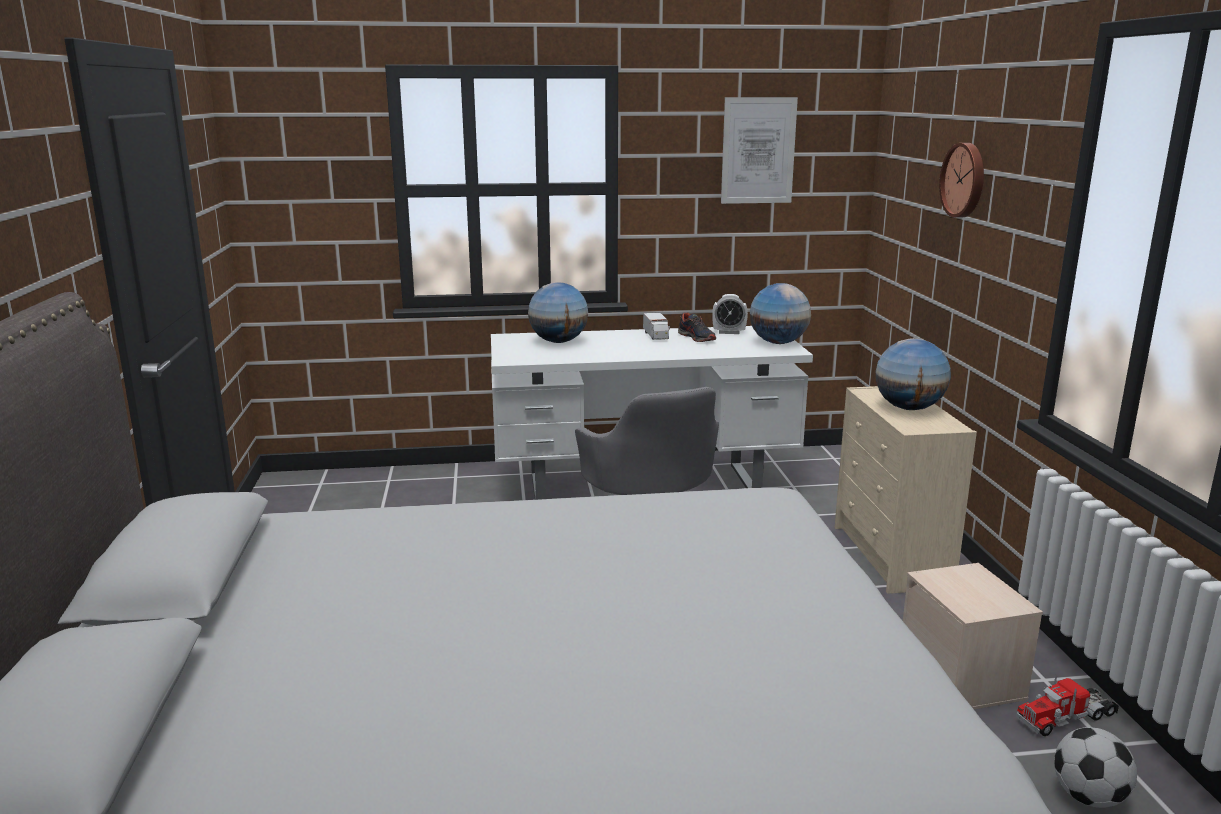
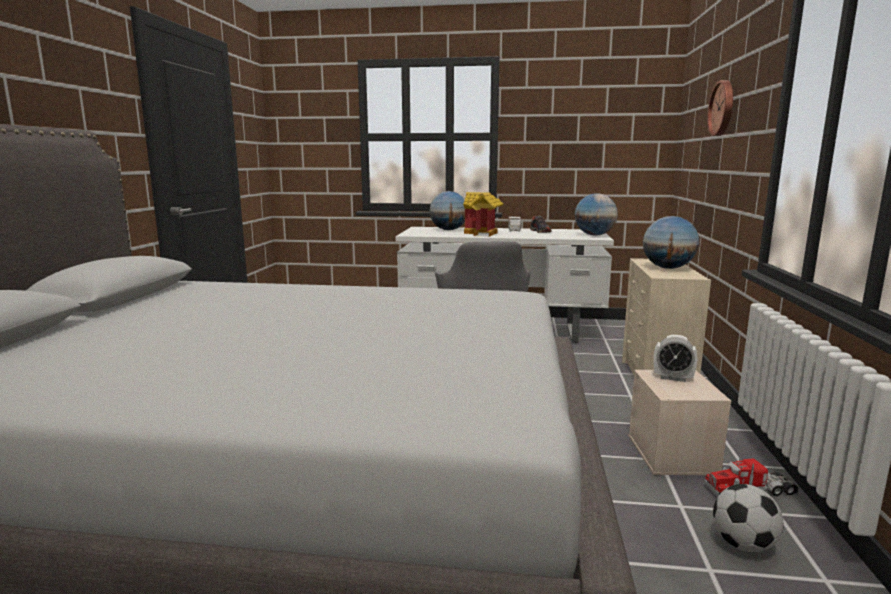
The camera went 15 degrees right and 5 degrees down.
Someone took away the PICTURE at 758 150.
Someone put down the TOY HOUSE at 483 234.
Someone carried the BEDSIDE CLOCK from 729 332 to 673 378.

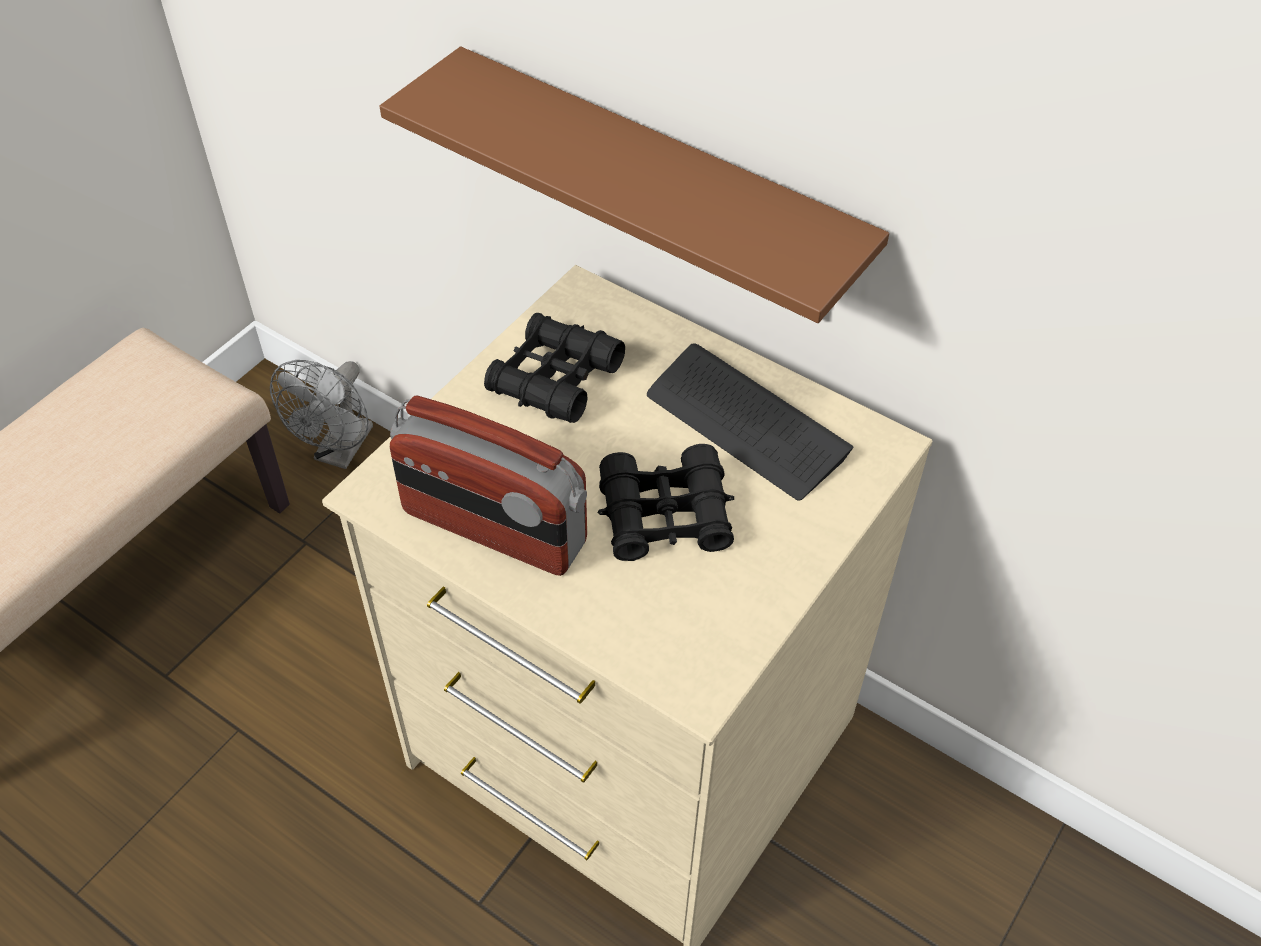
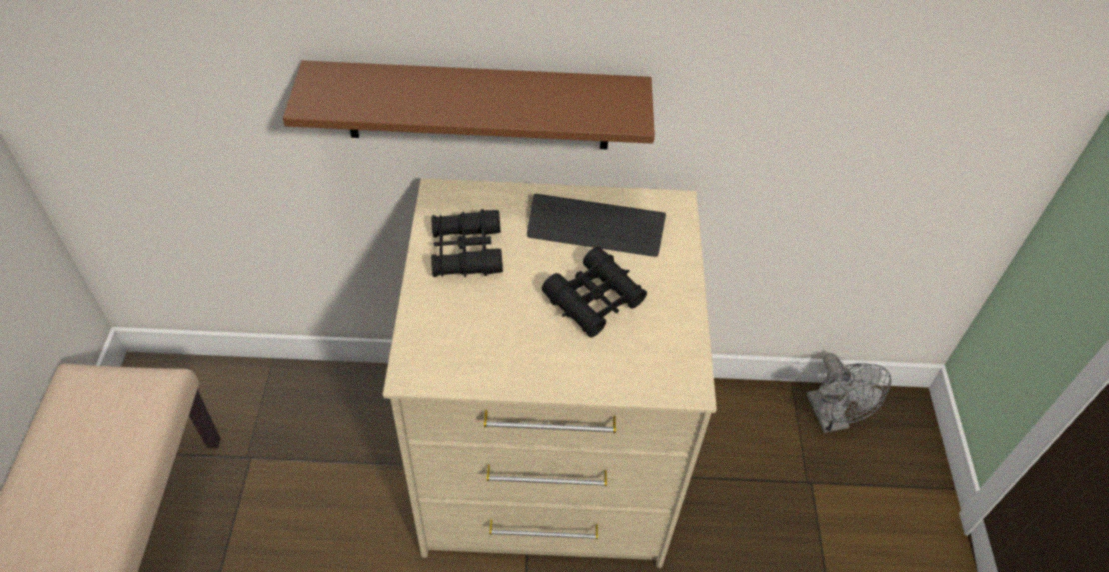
The camera went 35 degrees left and 0 degrees up.
Someone took away the RADIO SET at 493 528.
Someone carried the GREYISH COOLING FAN from 340 452 to 831 419.

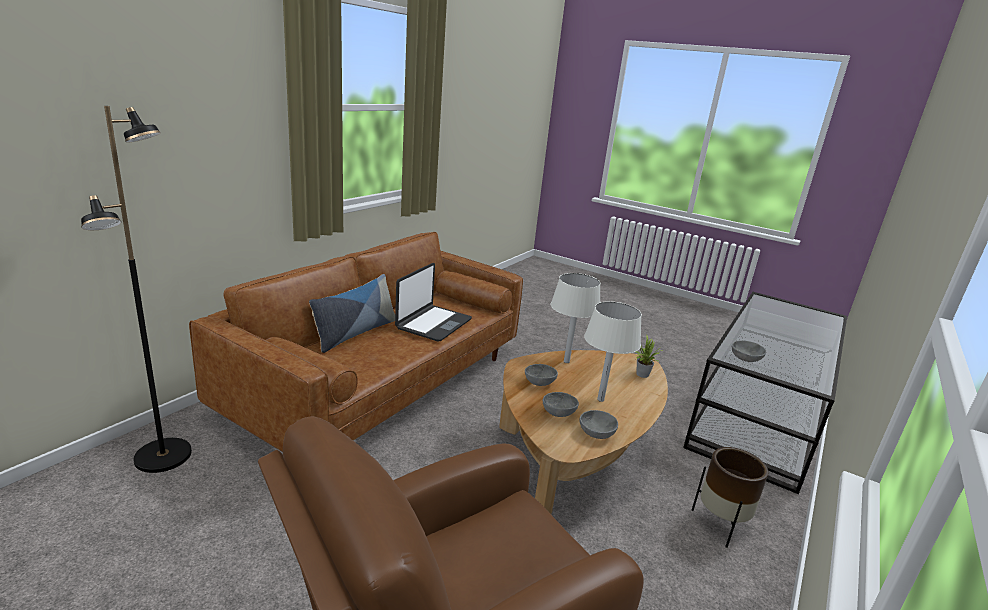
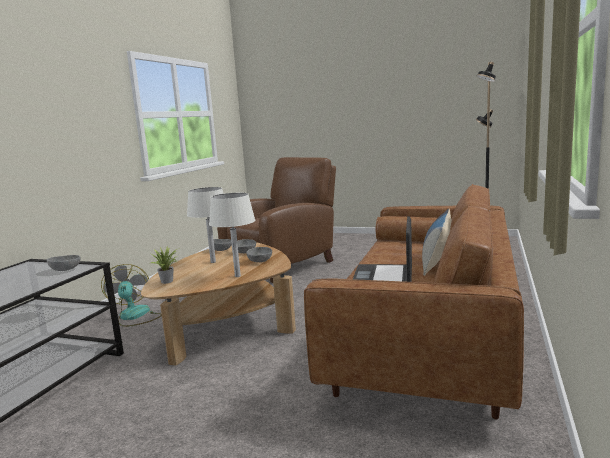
The camera went 170 degrees right and 10 degrees down.
Someone swapped the BROWN-COLOURED PLANT POT at 720 525 for the COOLING FAN at 134 316.

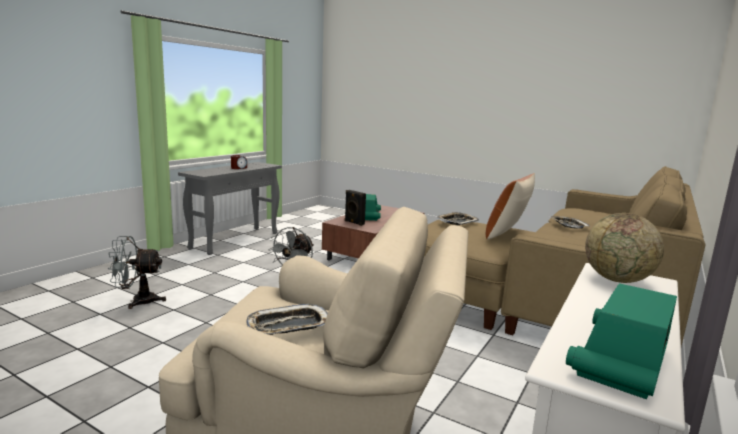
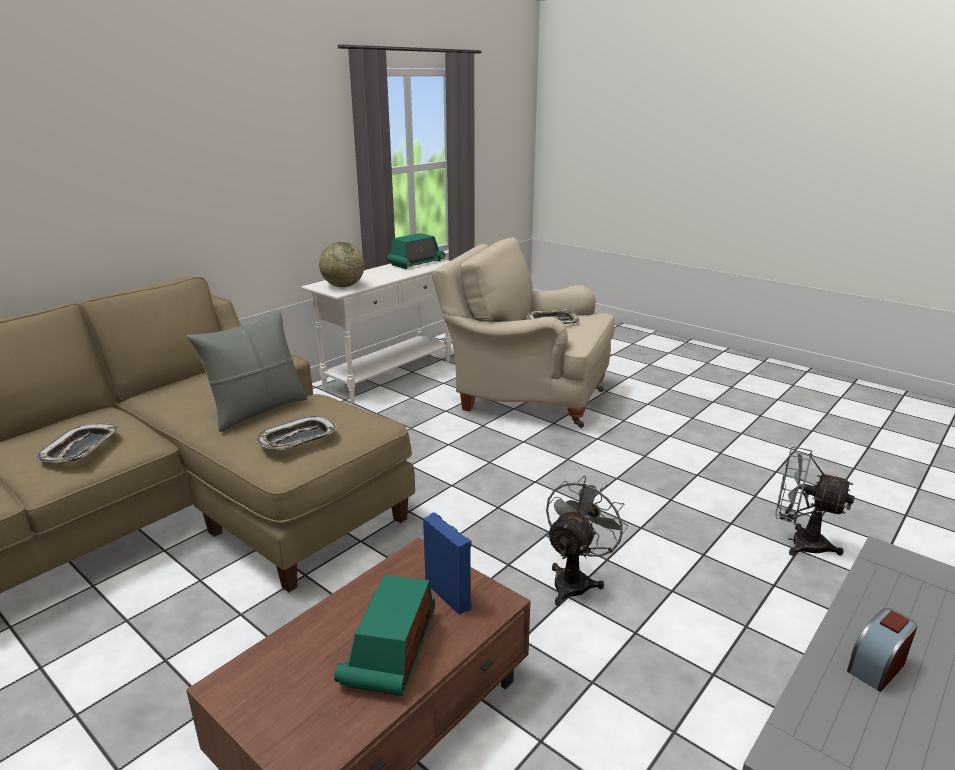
The camera went 170 degrees left and 10 degrees up.
Someone repainted the BLACKISH SPEAKER at 354 223, which became the BLUISH SPEAKER at 449 595.
Someone repainted the BROWN-COLOURED CUSHION at 507 234, which became the GREYISH CUSHION at 257 410.
Someone rotated the GREYISH COOLING FAN at 137 301 by 150 degrees counterclockwise.

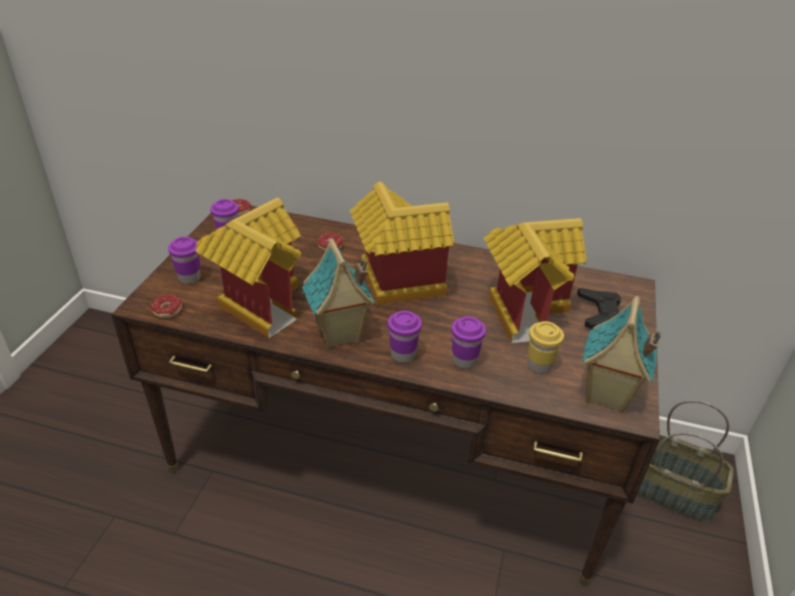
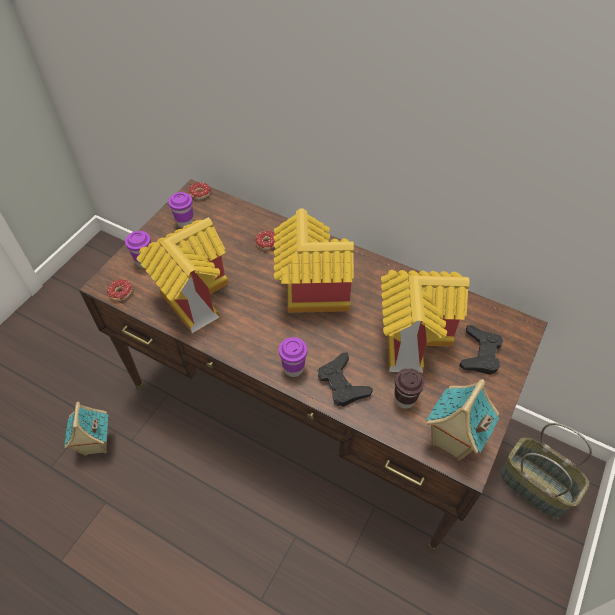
The camera went 15 degrees right and 15 degrees up.
Someone carried the TOY HOUSE from 338 335 to 96 445.
Someone swapped the PURPLE-COLOURED SMALL CUP at 464 361 for the BLACKISH GAME CONTROLLER at 342 383.
Someone repainted the YELLOW-COLOURED SMALL CUP at 539 366, which became the BROWN-COLOURED SMALL CUP at 404 399.

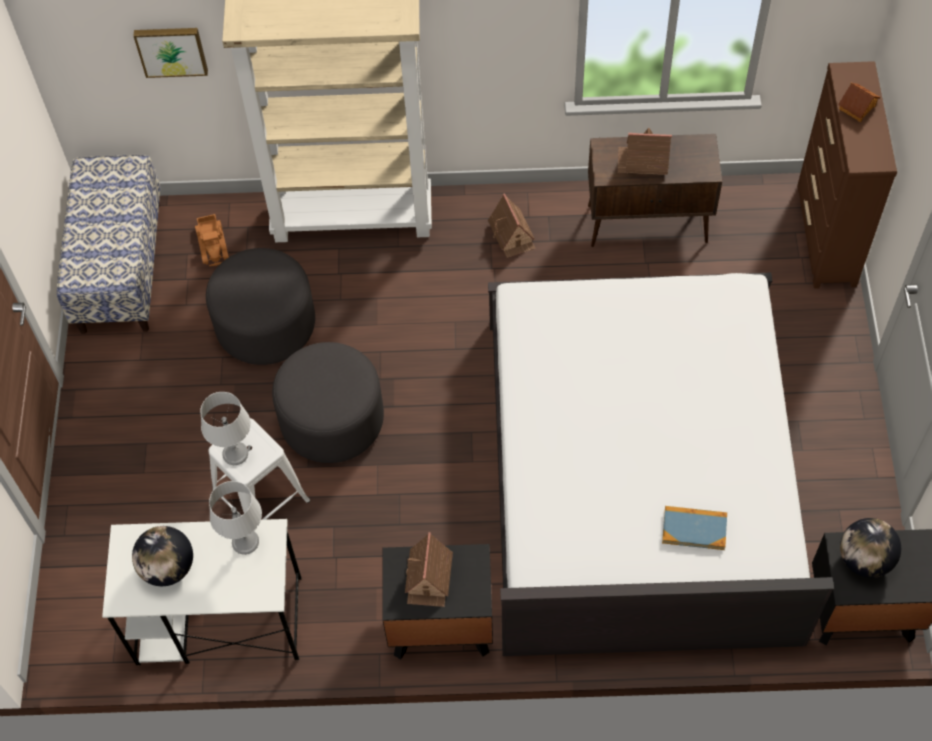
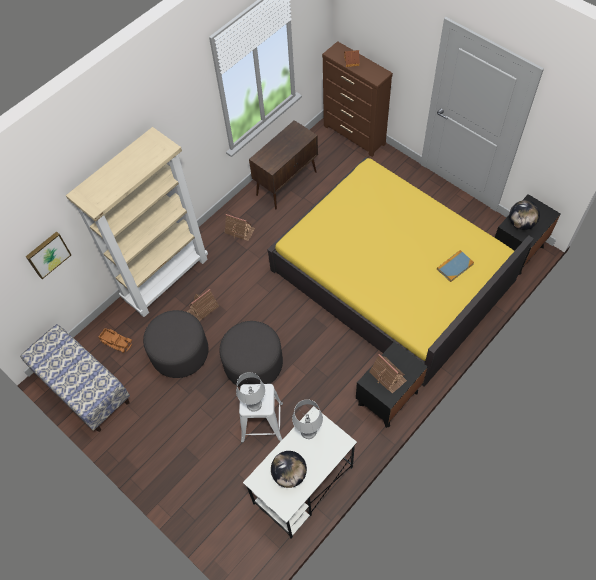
The camera went 45 degrees left and 0 degrees up.
Someone carried the TOY HOUSE from 643 161 to 203 308.
Someone repainted the WHITE BEDROOM BED at 638 475, which became the YELLOW-COLOURED BEDROOM BED at 392 276.

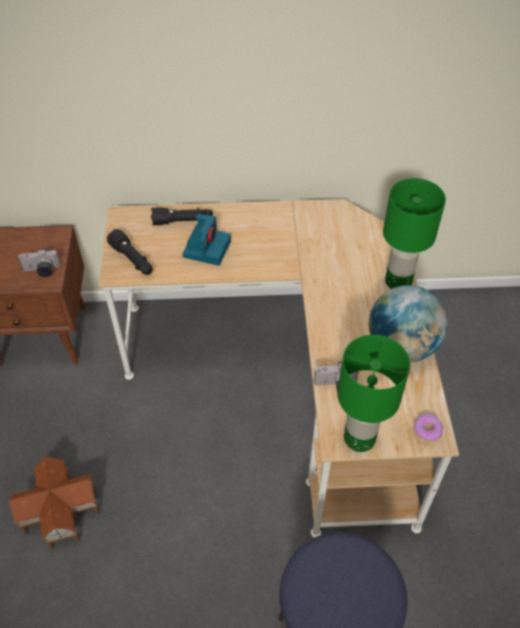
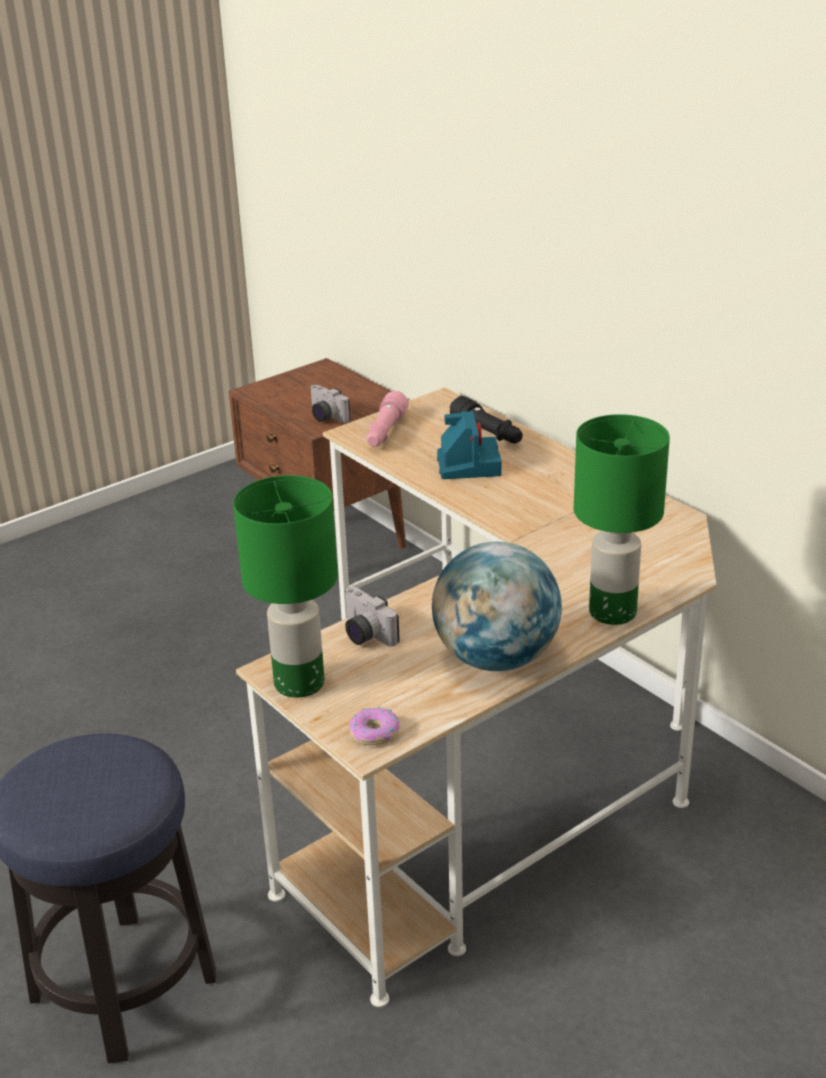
The camera went 55 degrees right and 20 degrees down.
Someone took away the TOY HOUSE at 59 510.
Someone repainted the BLACKISH HAND TORCH at 132 260, which became the PINK-COLOURED HAND TORCH at 385 432.
Someone rotated the PHOTO CAMERA at 207 248 by 75 degrees counterclockwise.

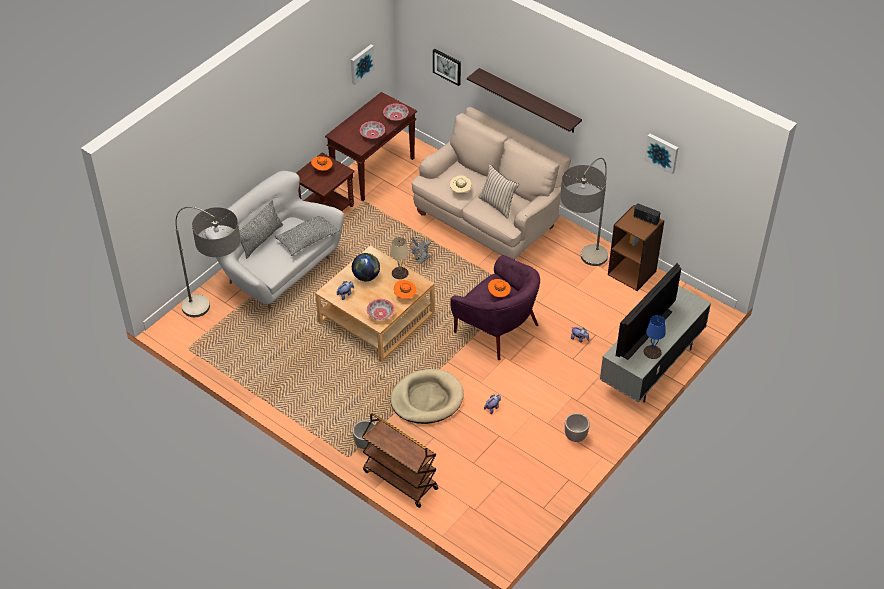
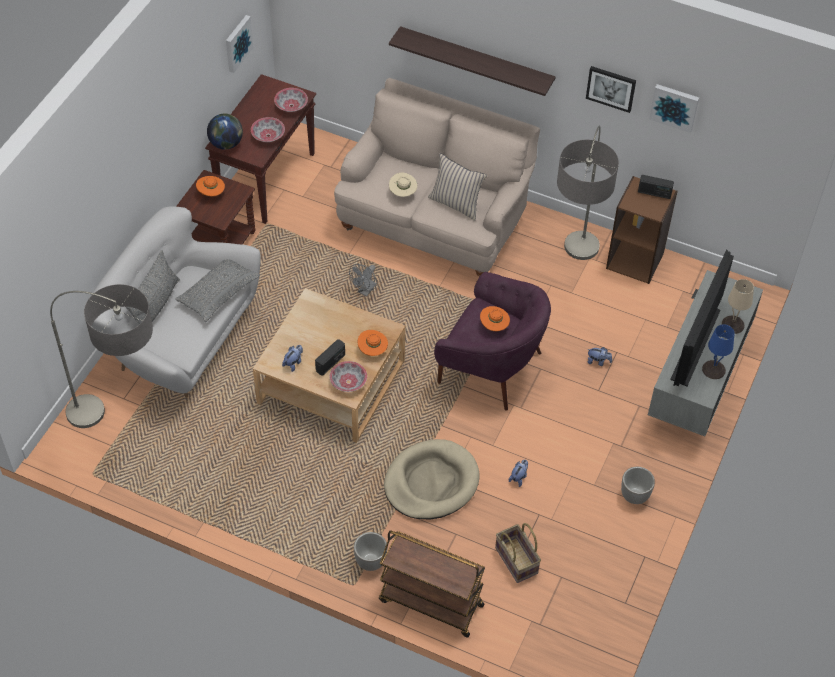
The camera went 15 degrees left and 5 degrees up.
Someone put down the RADIO SET at 330 363.
Someone put down the HOUSEHOLD BASKET at 517 560.
Someone carried the DESK GLOBE from 366 276 to 226 144.
Someone carried the SAND-COLOURED LAMP FOR A TABLE from 400 273 to 733 325.
Someone carried the PICTURE from 447 66 to 611 88.

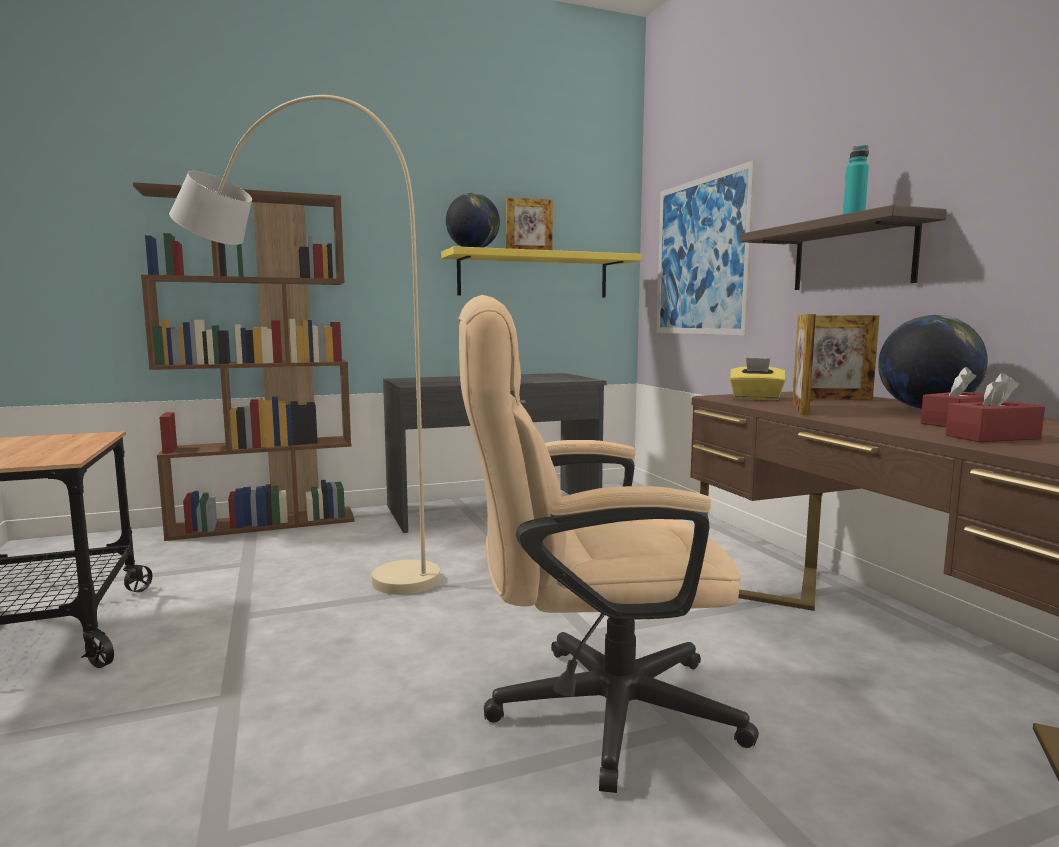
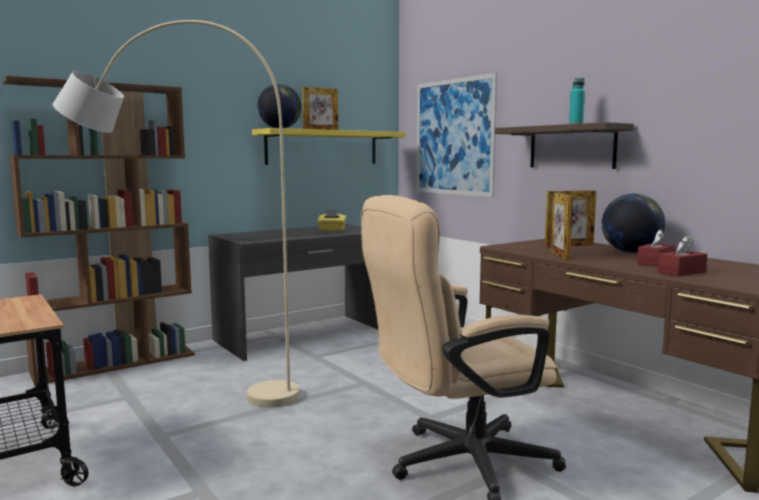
The camera went 15 degrees left and 0 degrees up.
Someone carried the YELLOW-COLOURED TISSUE BOX from 756 398 to 332 230.

